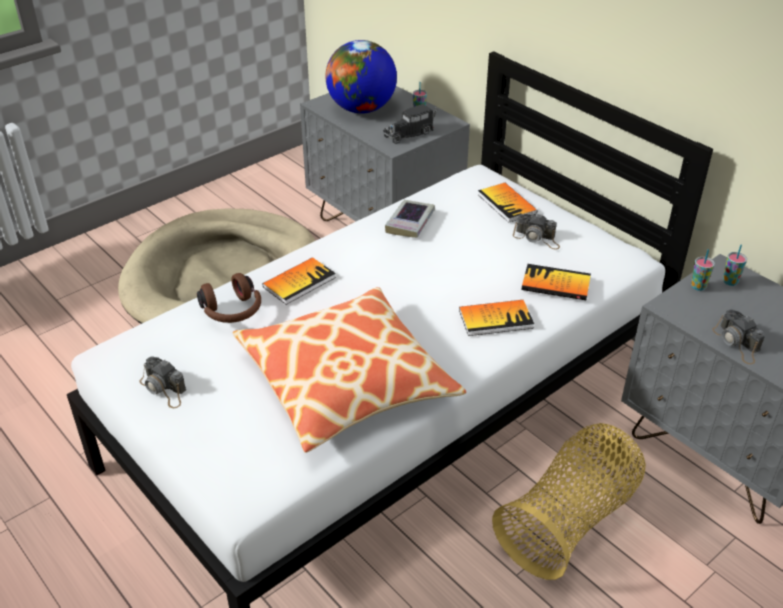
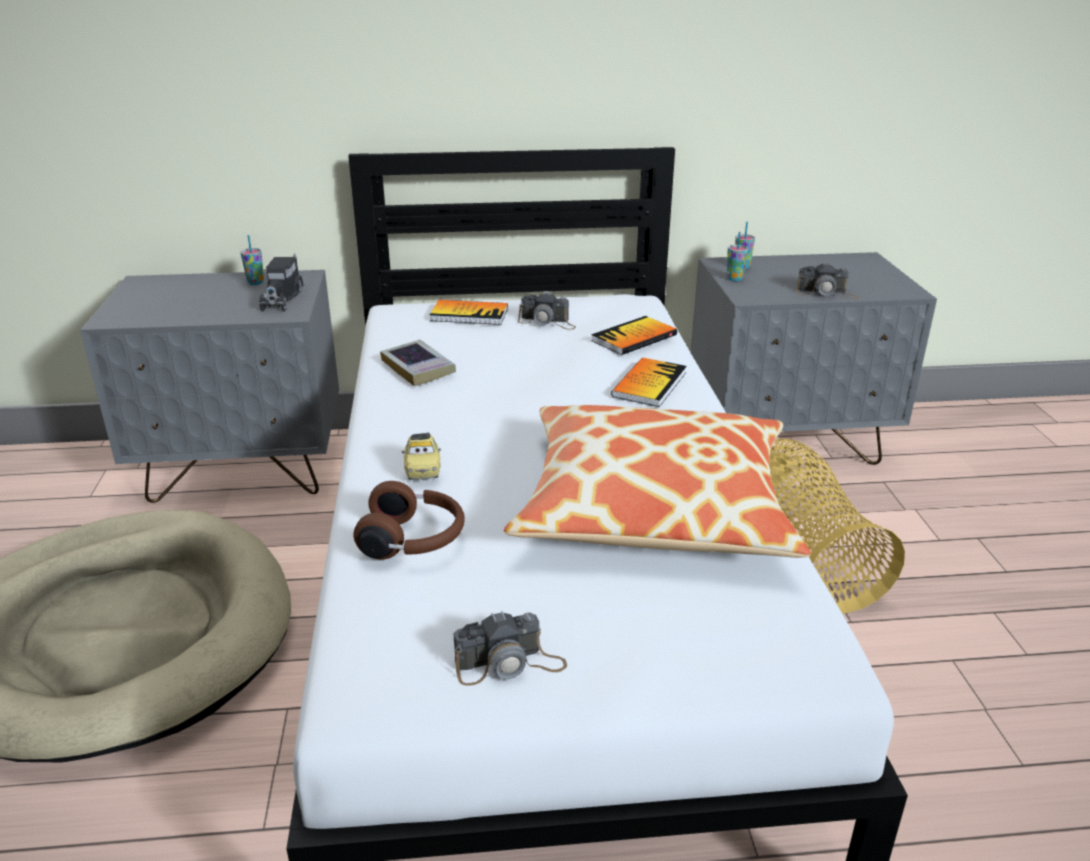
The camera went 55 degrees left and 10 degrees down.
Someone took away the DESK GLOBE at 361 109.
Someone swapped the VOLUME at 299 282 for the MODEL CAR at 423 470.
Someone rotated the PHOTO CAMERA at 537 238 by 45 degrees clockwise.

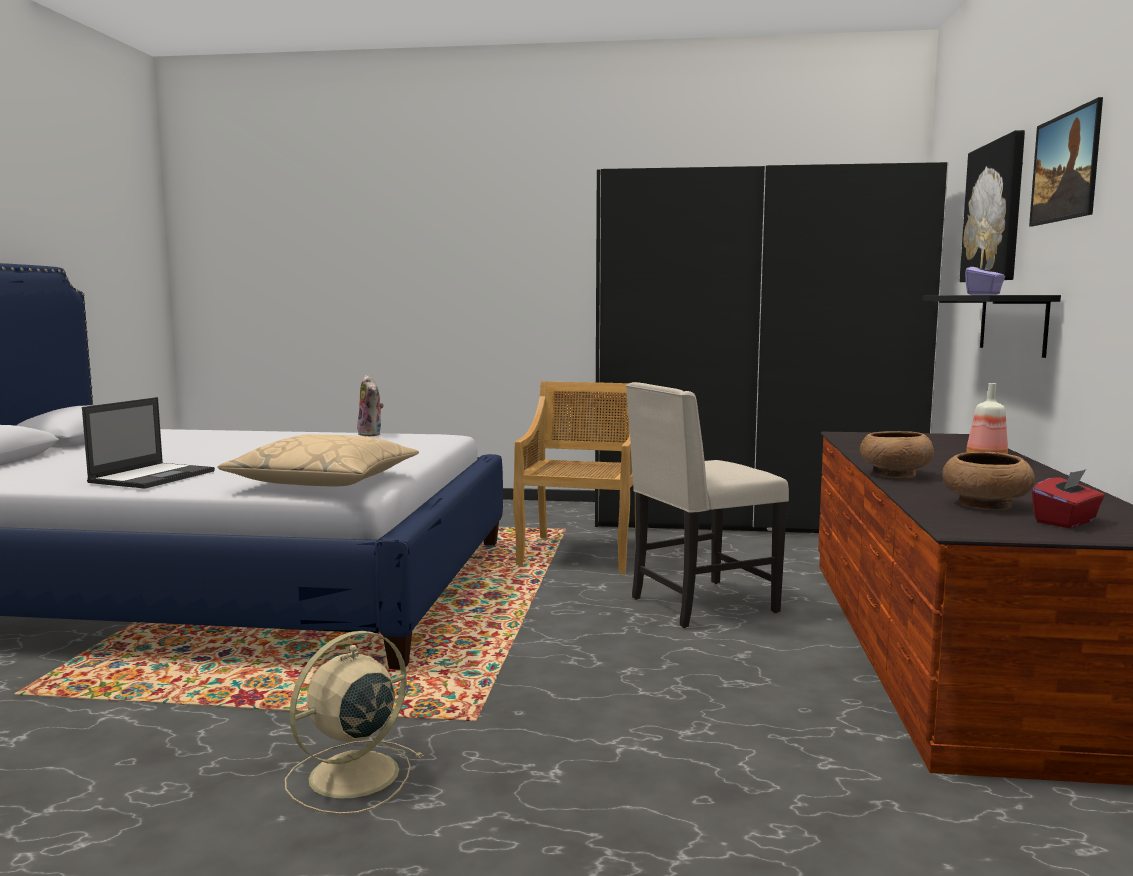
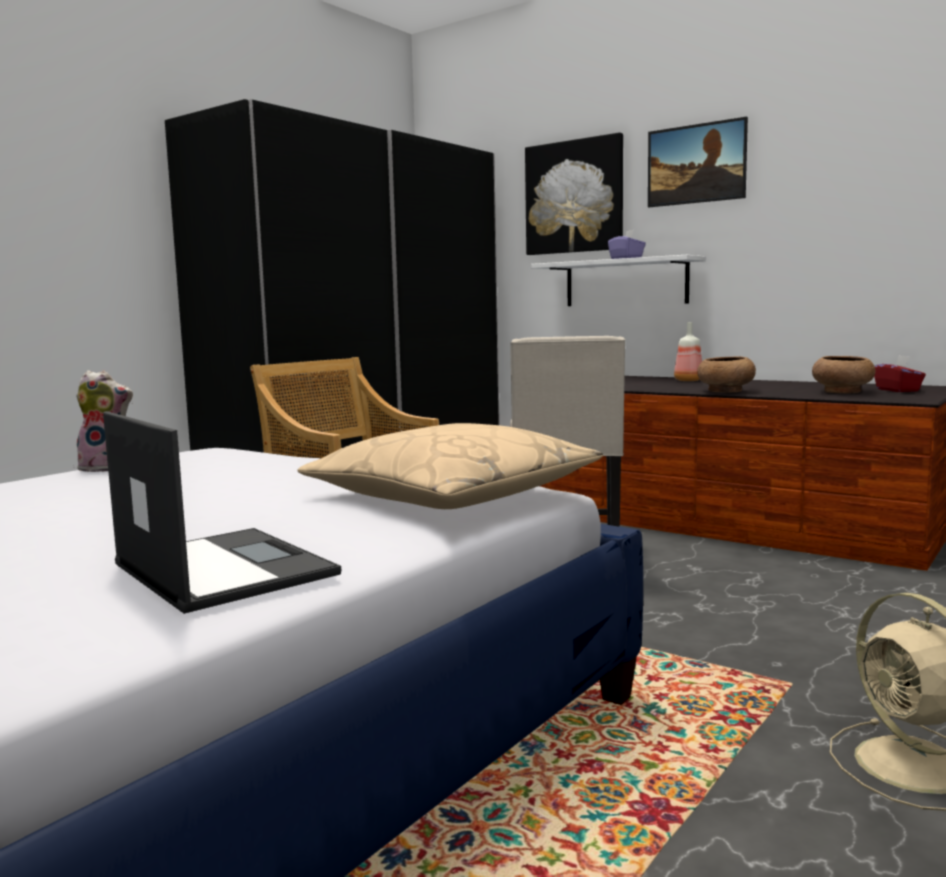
The camera went 60 degrees left and 0 degrees up.
Someone repainted the BLACKISH WALL SHELF at 1012 323, which became the WHITE WALL SHELF at 625 283.

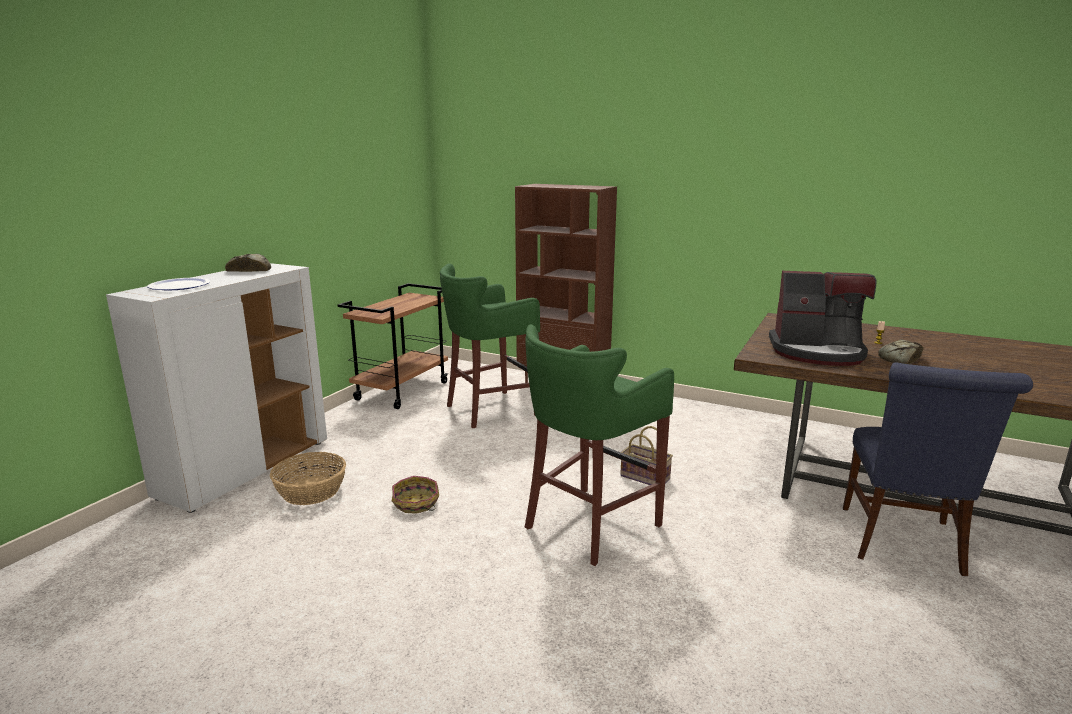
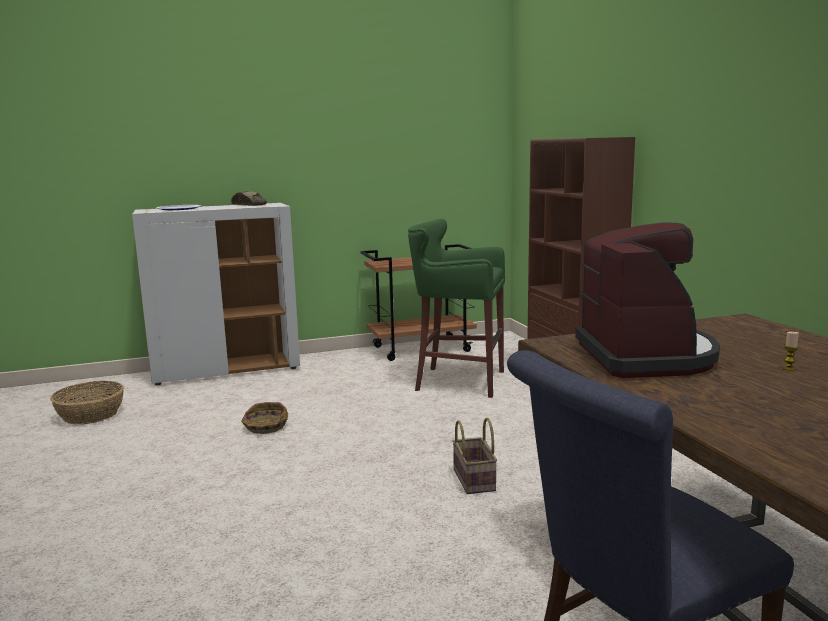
The camera went 45 degrees right and 5 degrees down.
Someone took away the GREEN STOOL SEAT at 589 526.
Someone took away the BAKED BREAD at 899 359.
Someone carried the HOUSEHOLD BASKET from 310 491 to 91 414.
Someone rotated the COFFEE MAKER at 817 352 by 150 degrees counterclockwise.

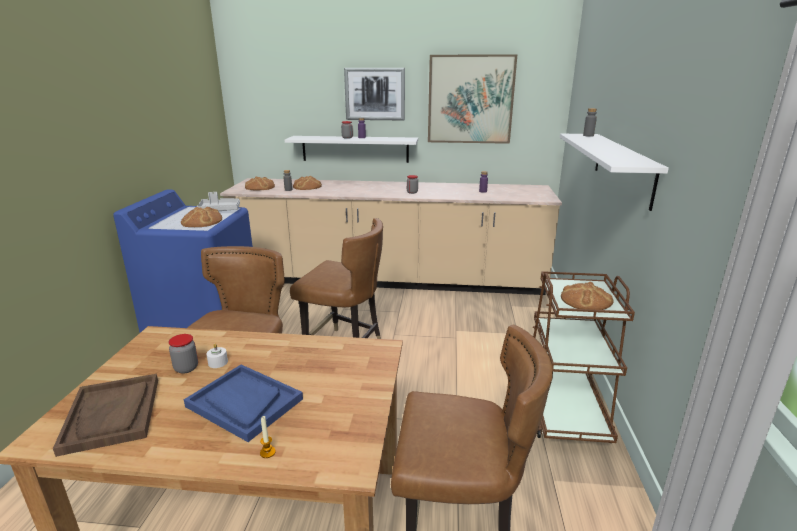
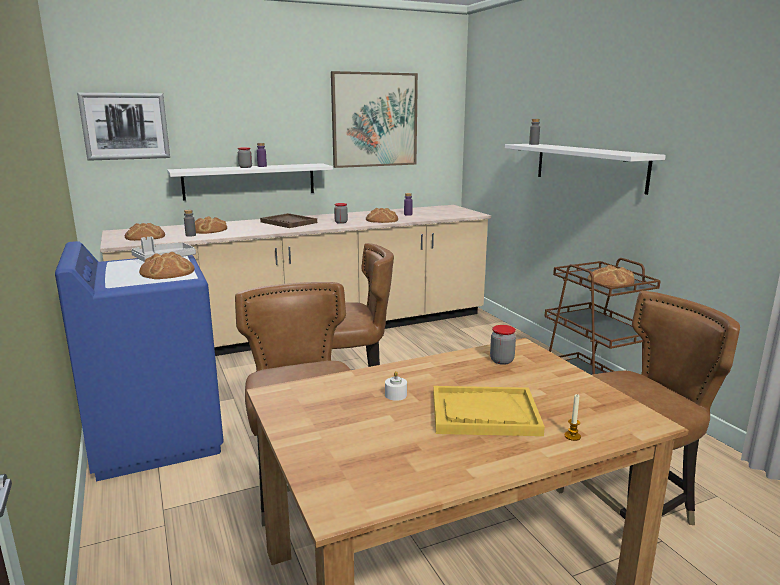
The camera went 30 degrees left and 5 degrees down.
Someone put down the BAKED BREAD at 381 220.
Someone carried the BROWN-COLOURED CARRYING TRAY from 112 414 to 289 222.
Someone carried the JAR from 186 368 to 501 360.
Someone carried the PICTURE from 375 94 to 125 126.
Someone repainted the BLUISH CARRYING TRAY at 244 403, which became the YELLOW-COLOURED CARRYING TRAY at 484 414.

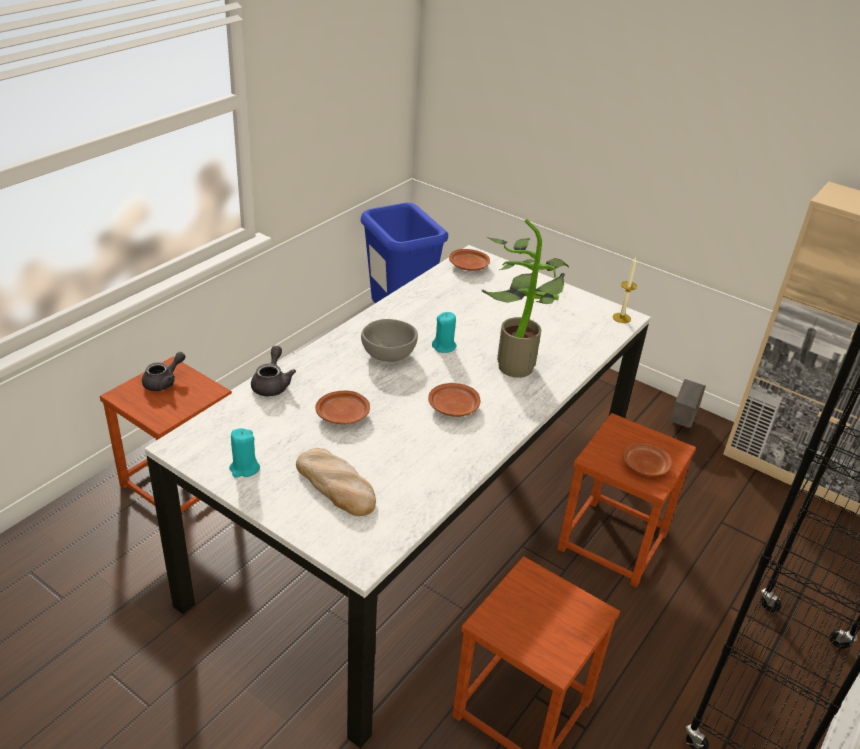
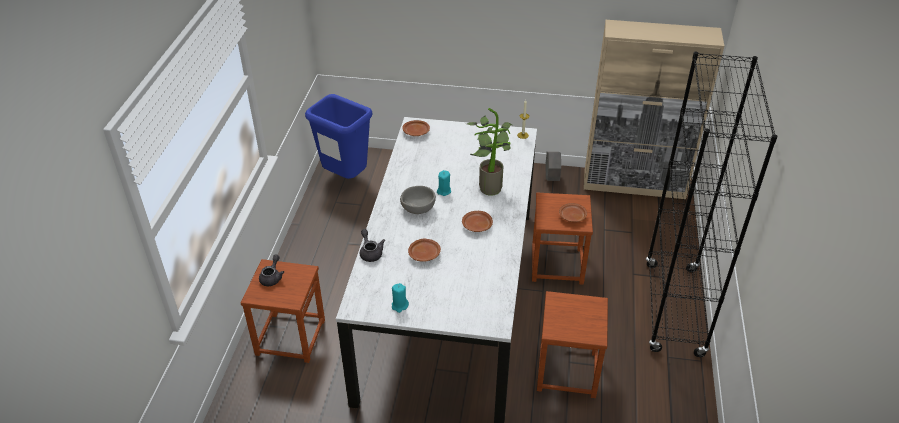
The camera went 25 degrees left and 5 degrees up.
Someone took away the BAKED BREAD at 336 485.

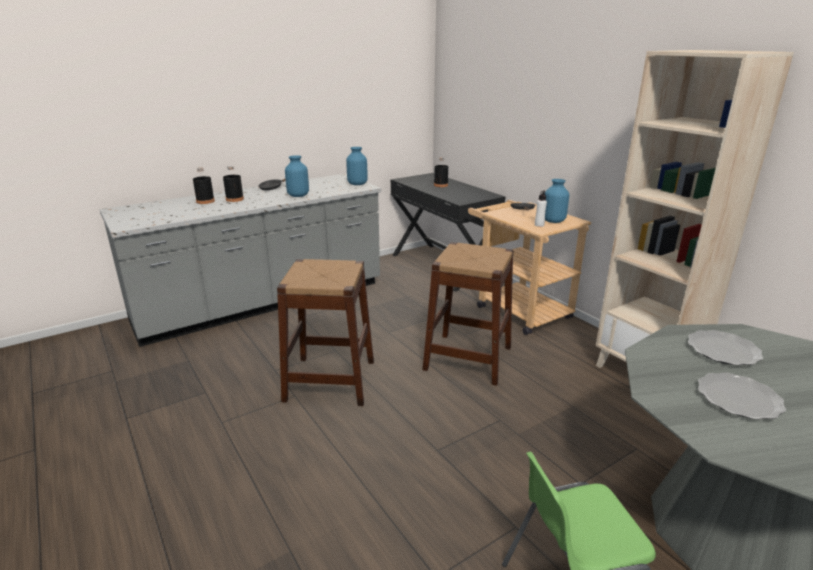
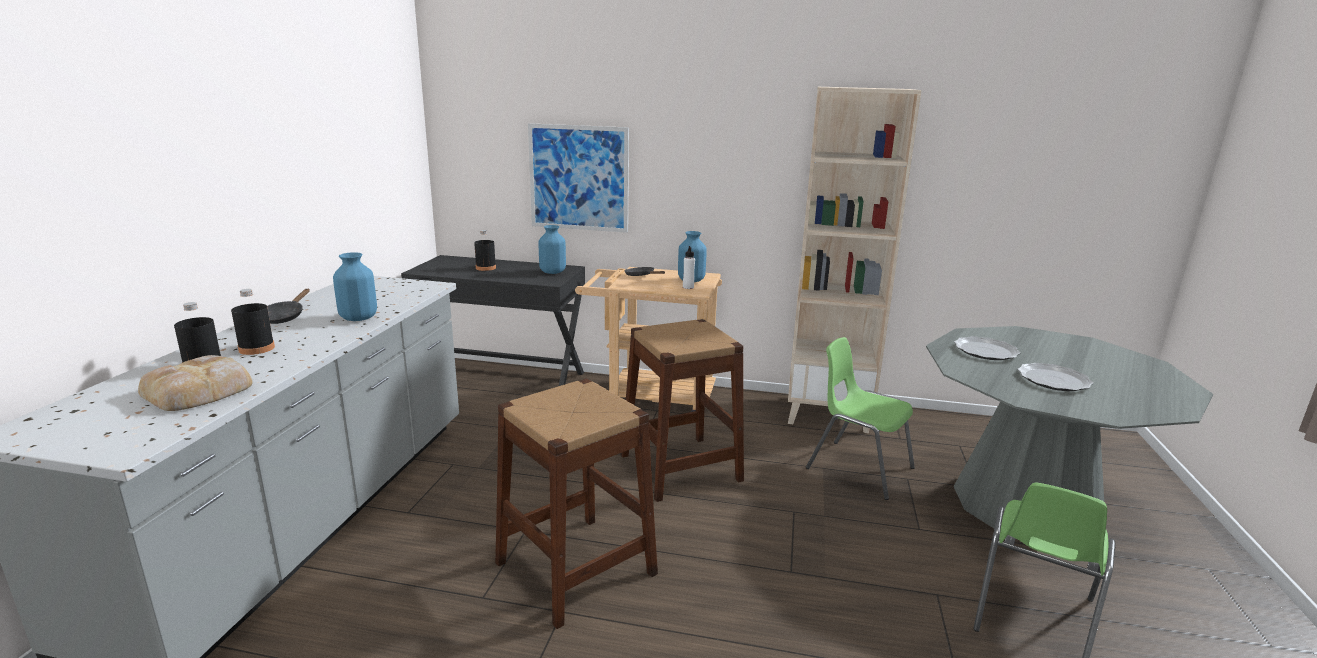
The camera went 45 degrees left and 5 degrees down.
Someone put down the BAKED BREAD at 200 391.
Someone put up the PICTURE at 578 178.
Someone put down the GREEN UPRIGHT CHAIR at 858 468.
Someone carried the BLUISH VASE from 357 184 to 553 272.

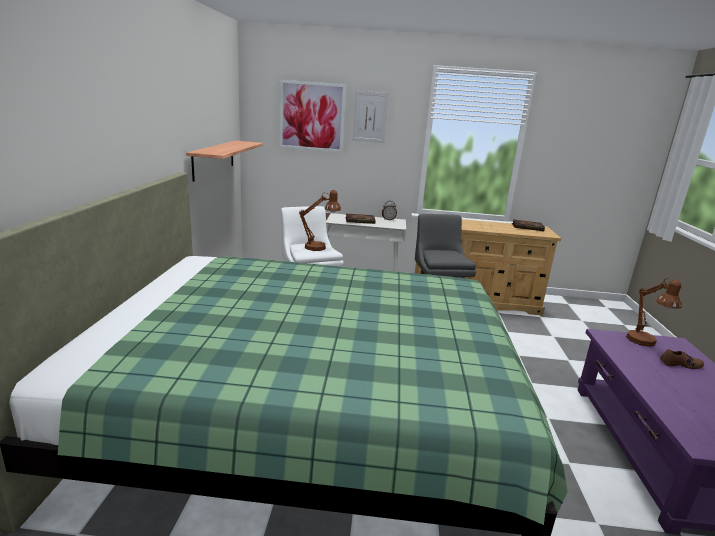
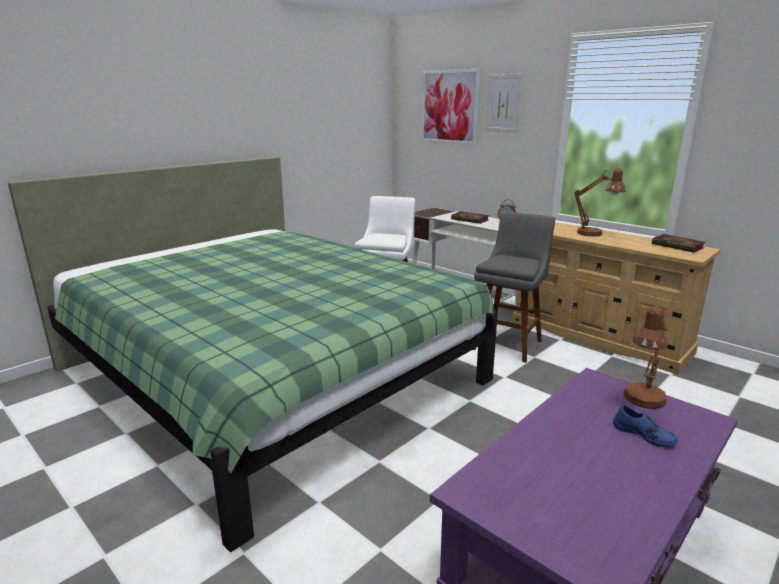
The camera went 40 degrees right and 0 degrees up.
Someone took away the WALL SHELF at 214 159.
Someone carried the BROWN-COLOURED LAMP FOR A TABLE from 320 247 to 595 234.
Someone repainted the BROWN-COLOURED ITEM OF FOOTWEAR at 680 364, which became the BLUISH ITEM OF FOOTWEAR at 644 435.

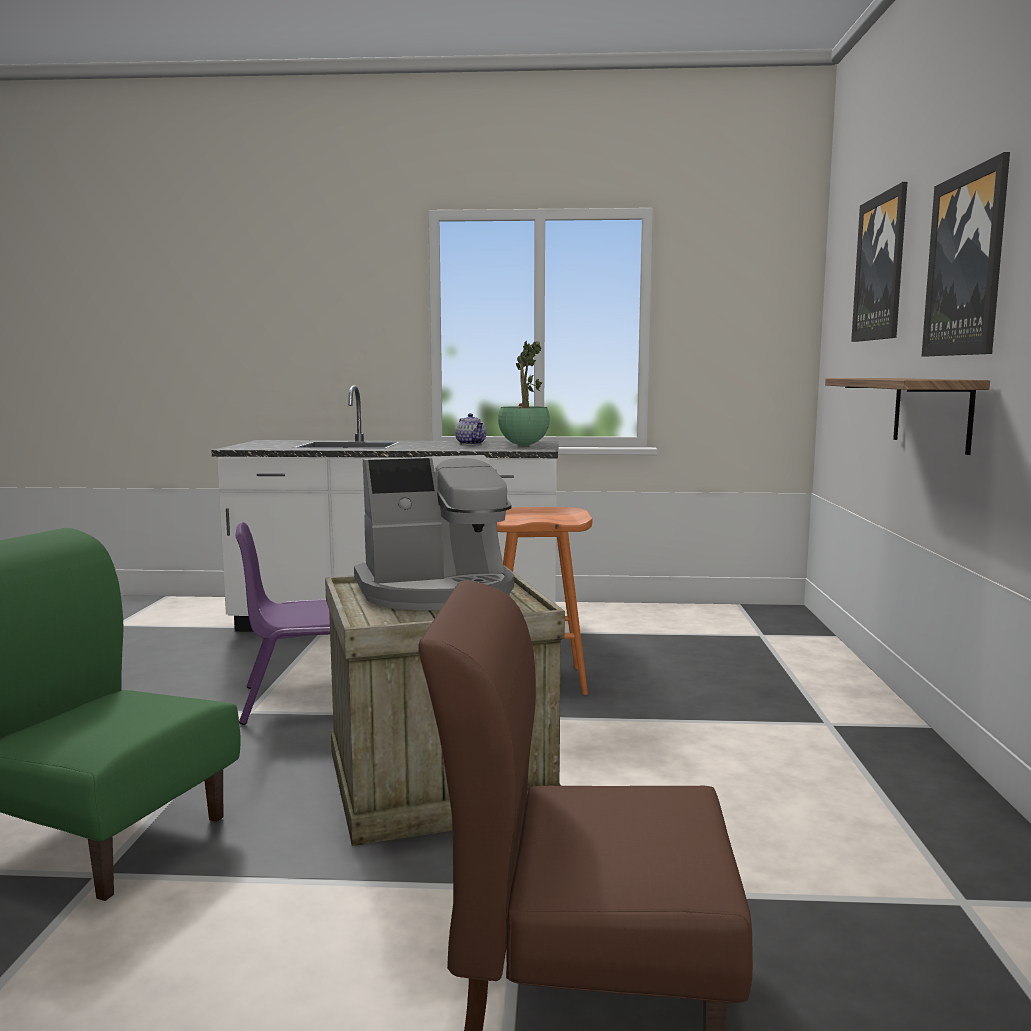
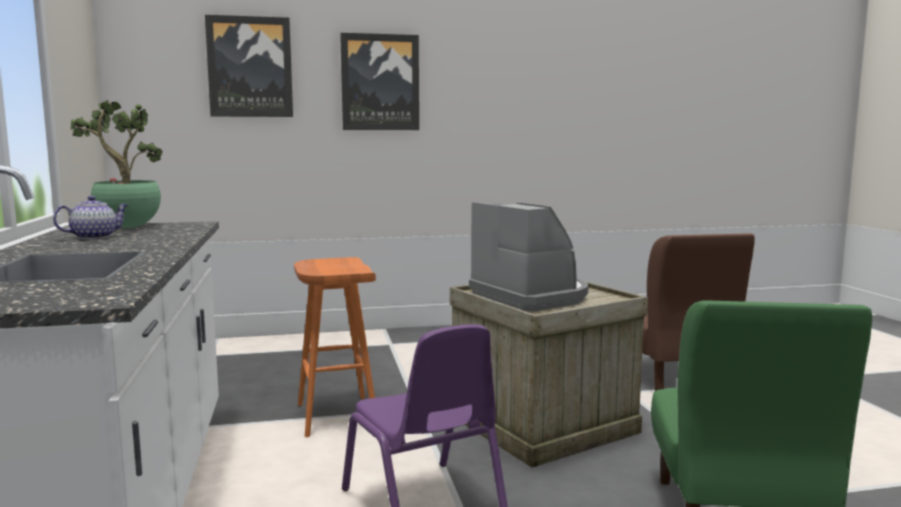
The camera went 105 degrees left and 0 degrees up.
Someone took away the WALL SHELF at 931 412.

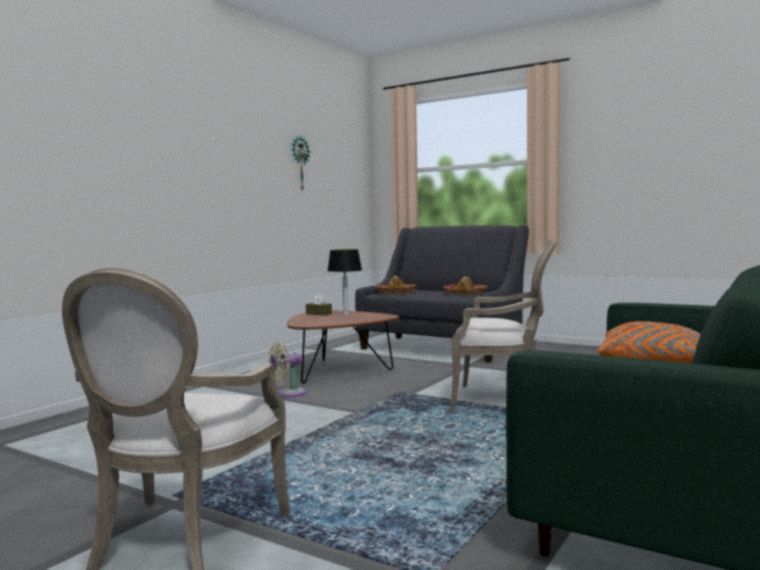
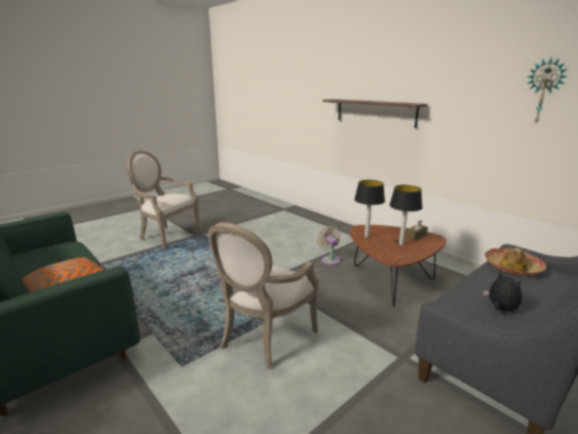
The camera went 105 degrees right and 15 degrees up.
Someone put up the WALL SHELF at 375 112.
Someone put down the LAMP FOR A TABLE at 366 236.
Someone swapped the WEARABLE HAT at 465 294 for the PLUSH TOY at 500 309.

